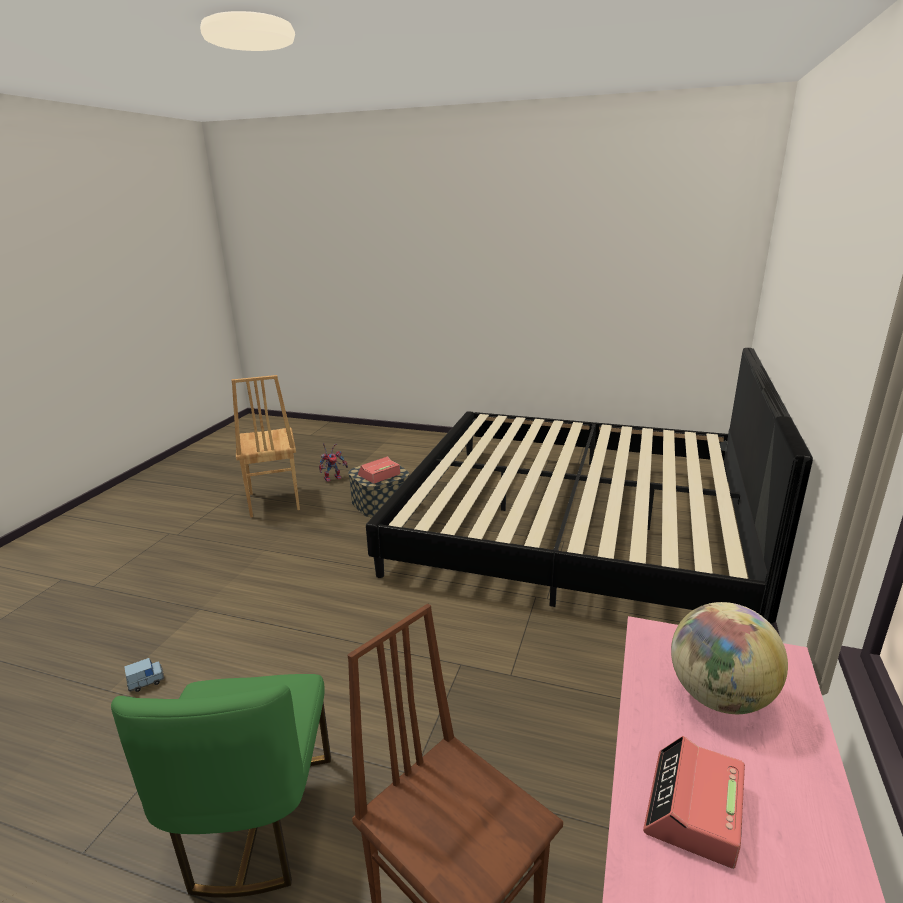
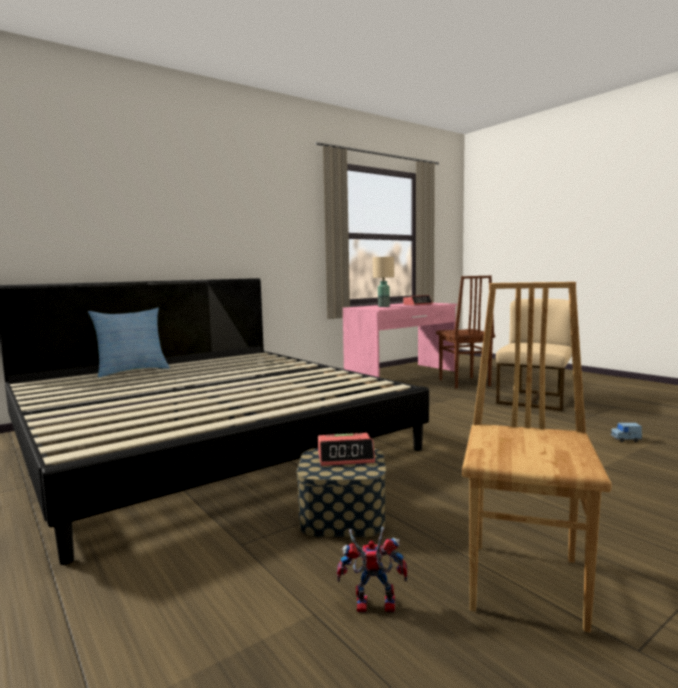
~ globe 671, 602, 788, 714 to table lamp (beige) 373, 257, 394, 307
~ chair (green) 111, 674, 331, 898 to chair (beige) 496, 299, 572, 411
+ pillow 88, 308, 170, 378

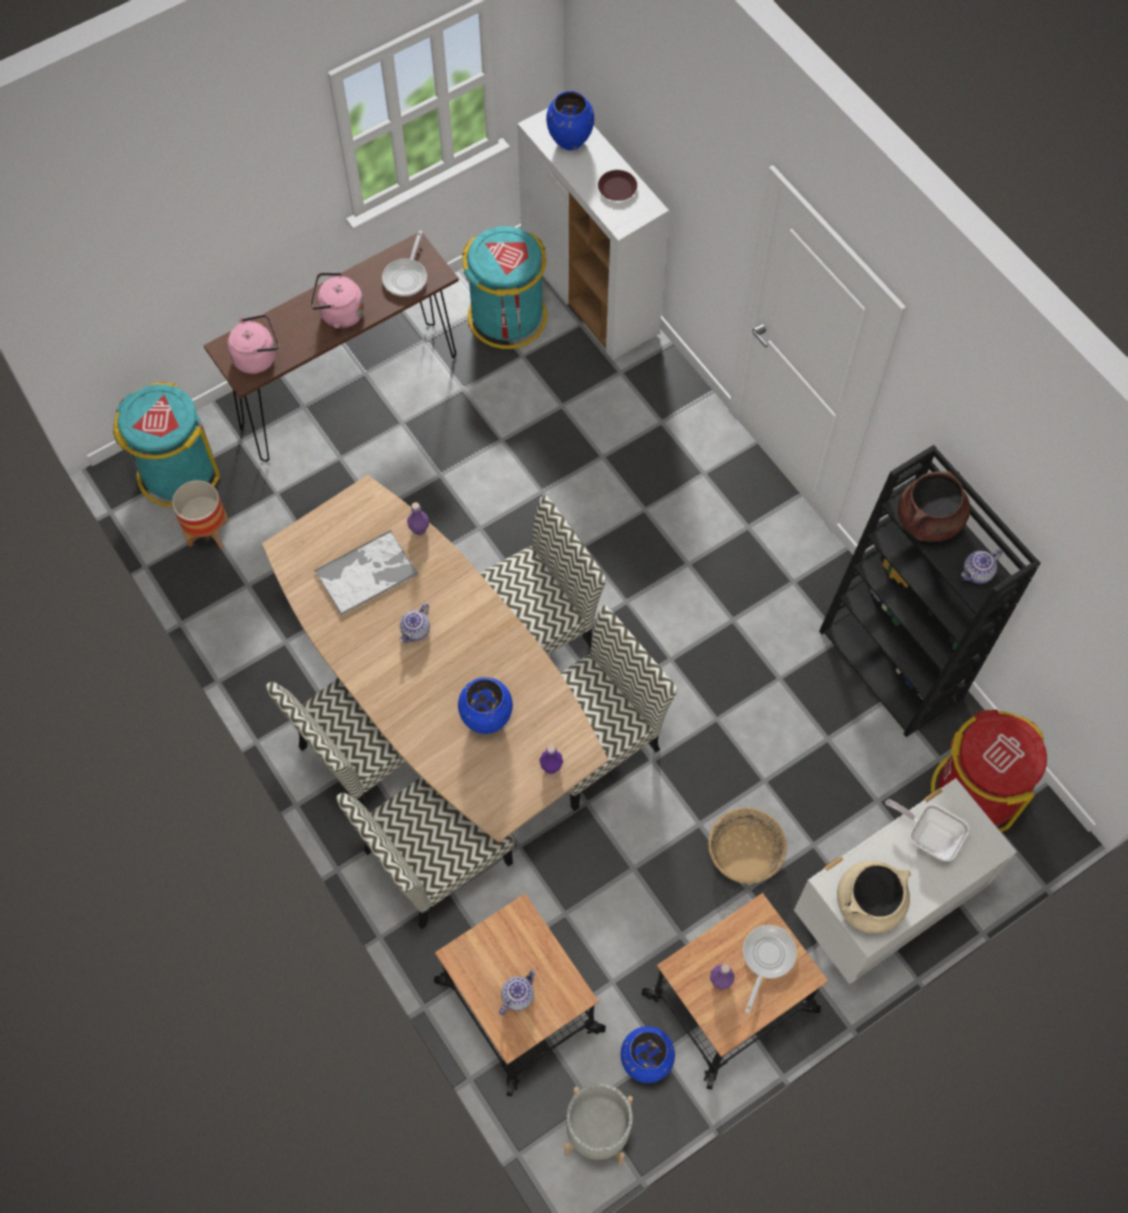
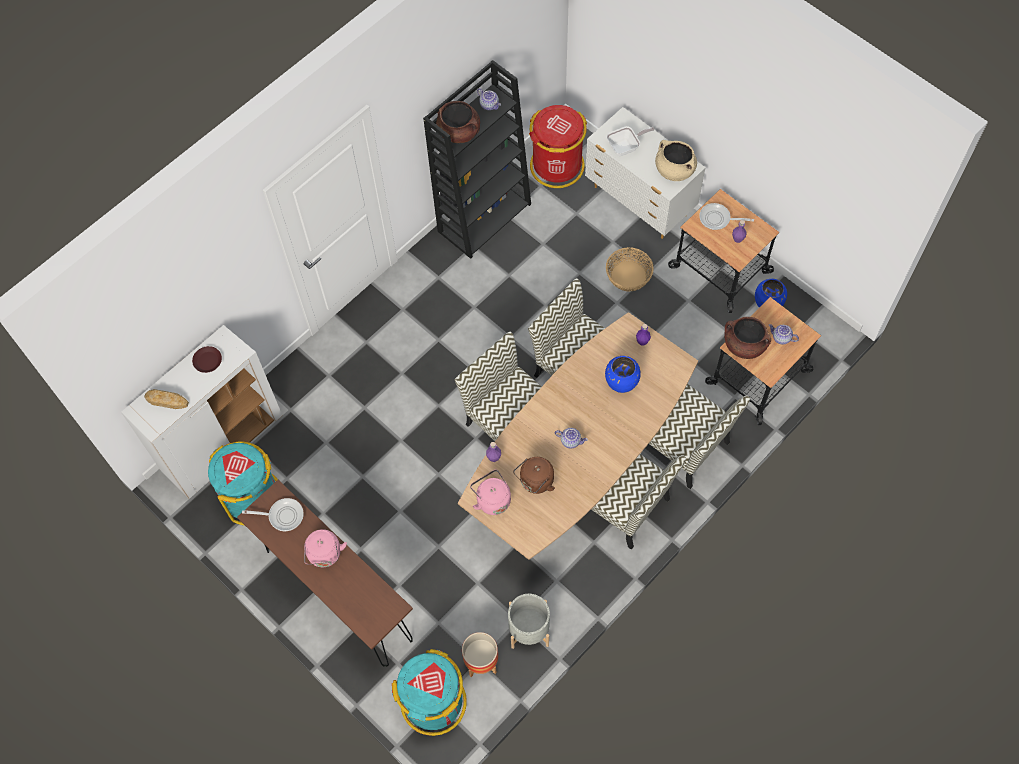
~ vase (blue) 546, 91, 594, 150 to bread 144, 389, 189, 409
~ kettle (pink) 227, 314, 279, 374 to 470, 470, 511, 515
~ tray 314, 530, 418, 616 to kettle (brown) 513, 457, 555, 494
~ frying pan 885, 799, 969, 861 = 607, 126, 655, 156 135 degrees counterclockwise
~ planter (grey) 565, 1083, 633, 1165 to 508, 594, 550, 649
+ cooking pot (brown) 724, 317, 771, 359

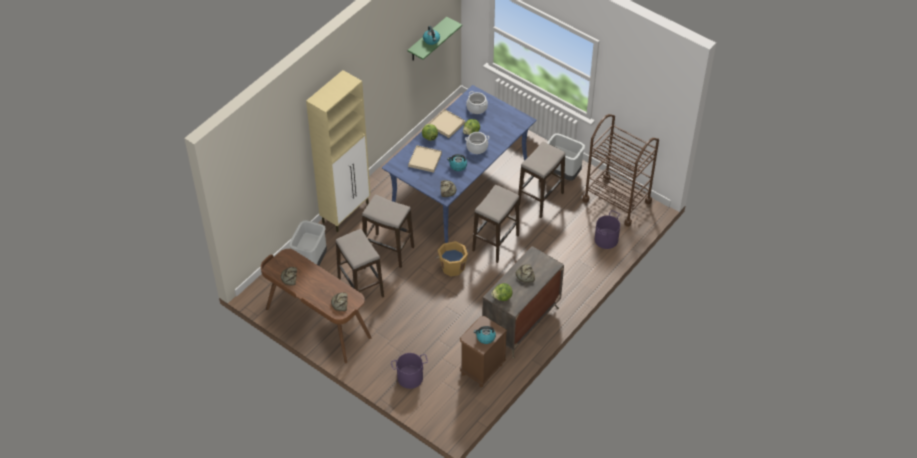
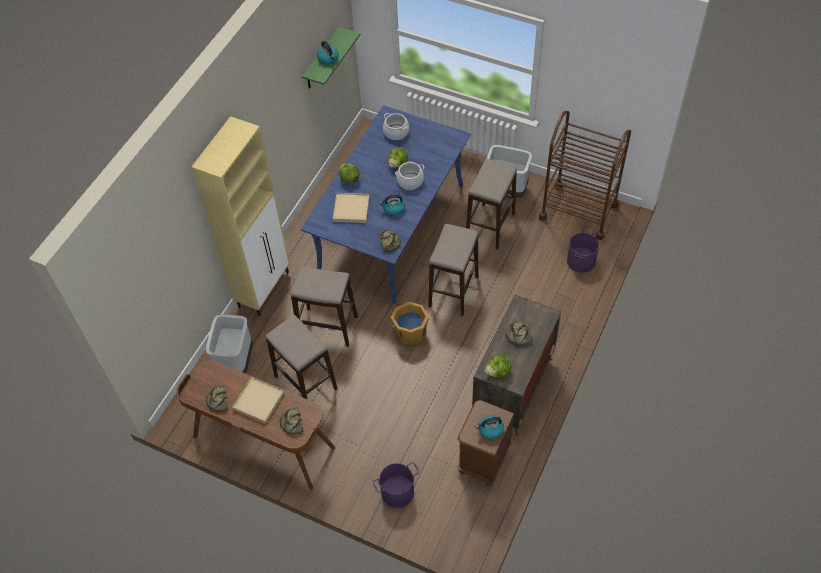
~ tray (beige) 429, 109, 465, 138 to 232, 377, 284, 424

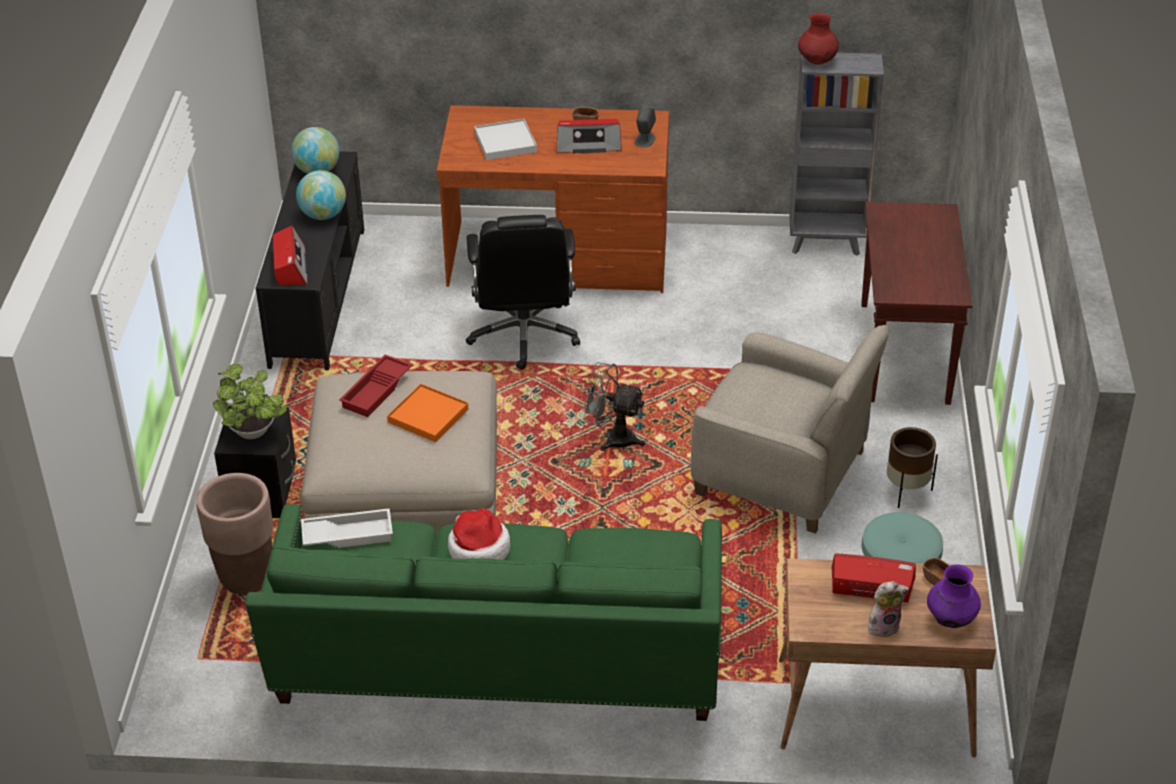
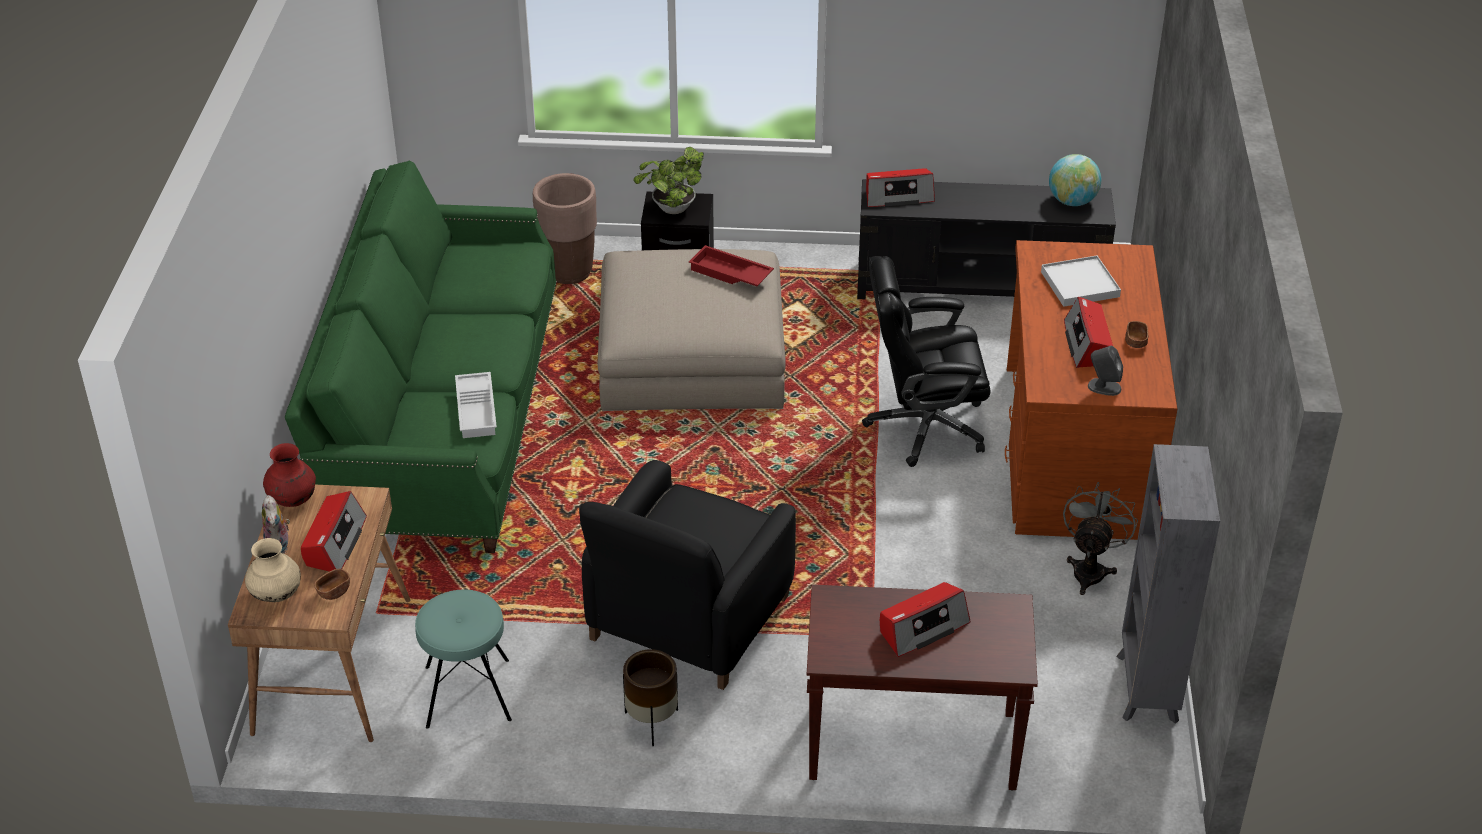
~ vase (red) 798, 13, 839, 65 to 263, 443, 316, 507
- globe 296, 170, 346, 220
~ armchair (beige) 691, 325, 889, 533 to armchair (black) 579, 460, 796, 690
~ fan (grey) 581, 362, 645, 451 to 1063, 482, 1138, 595
- tray (orange) 387, 384, 468, 442
~ tray (white) 301, 508, 393, 548 to 455, 372, 497, 438
- hat 448, 509, 510, 560
~ vase (purple) 927, 564, 981, 628 to vase (beige) 245, 538, 301, 602
+ radio 880, 582, 971, 657

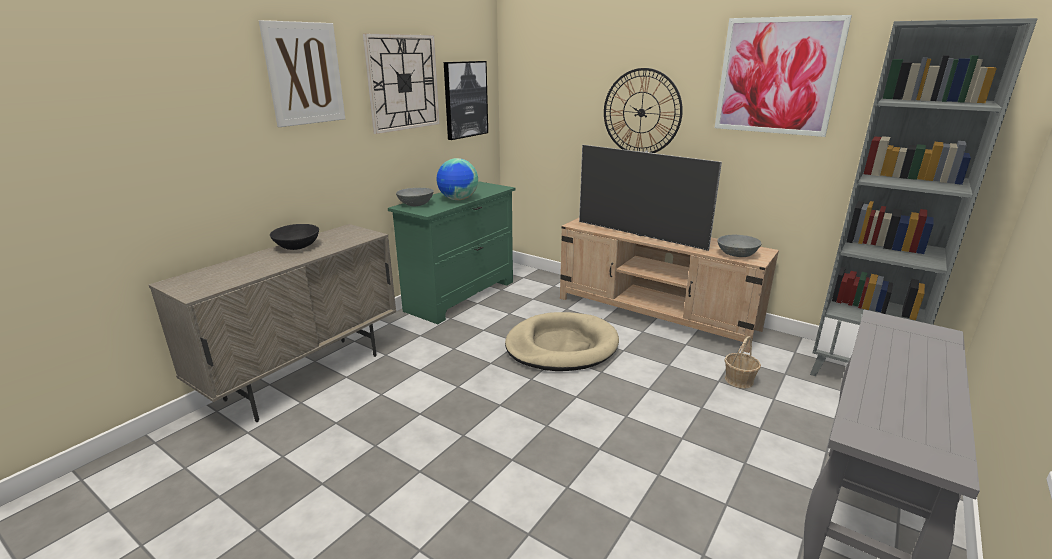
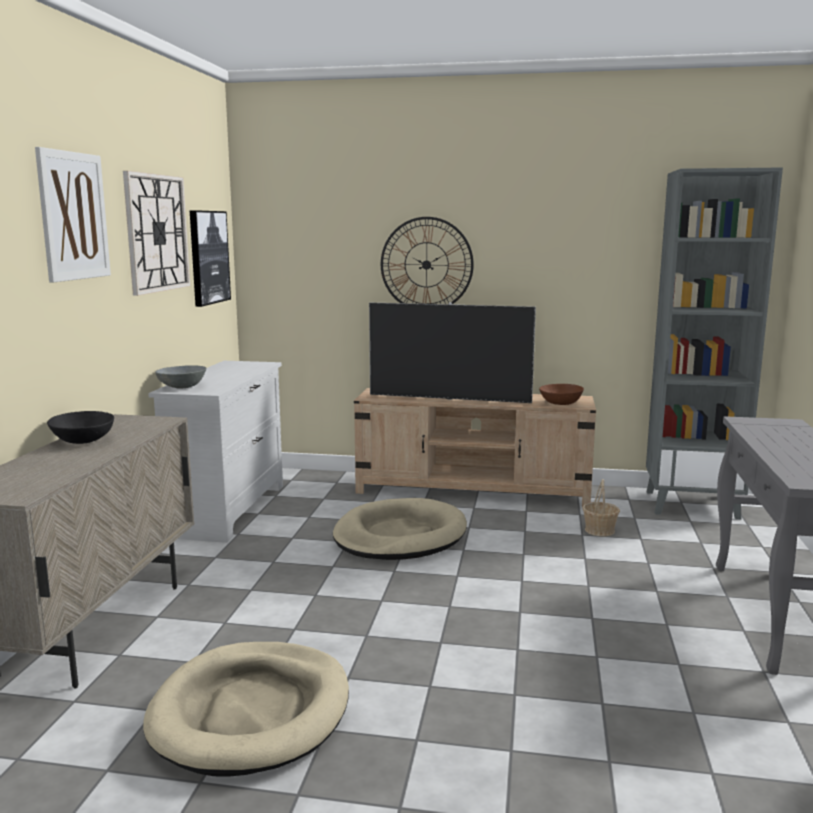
- picture 715, 15, 852, 137
- globe 437, 158, 478, 200
~ dresser (green) 388, 181, 515, 324 to dresser (white) 148, 361, 283, 543
~ bowl (grey) 717, 235, 762, 257 to bowl (brown) 539, 384, 584, 405
+ dog bed (beige) 143, 642, 349, 777

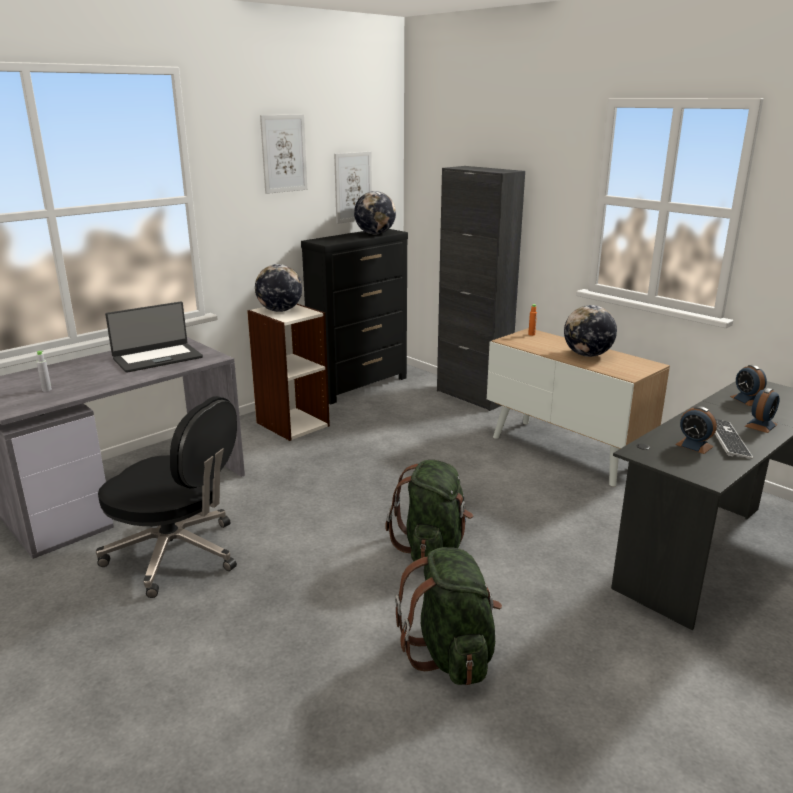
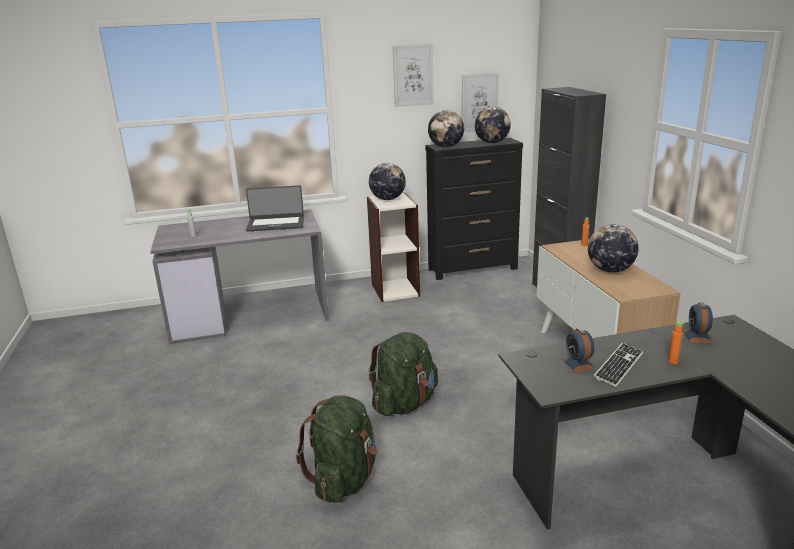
~ alarm clock 745, 388, 780, 433 to bottle (orange) 668, 321, 683, 364
- office chair (black) 96, 396, 237, 598
+ globe 428, 110, 464, 148

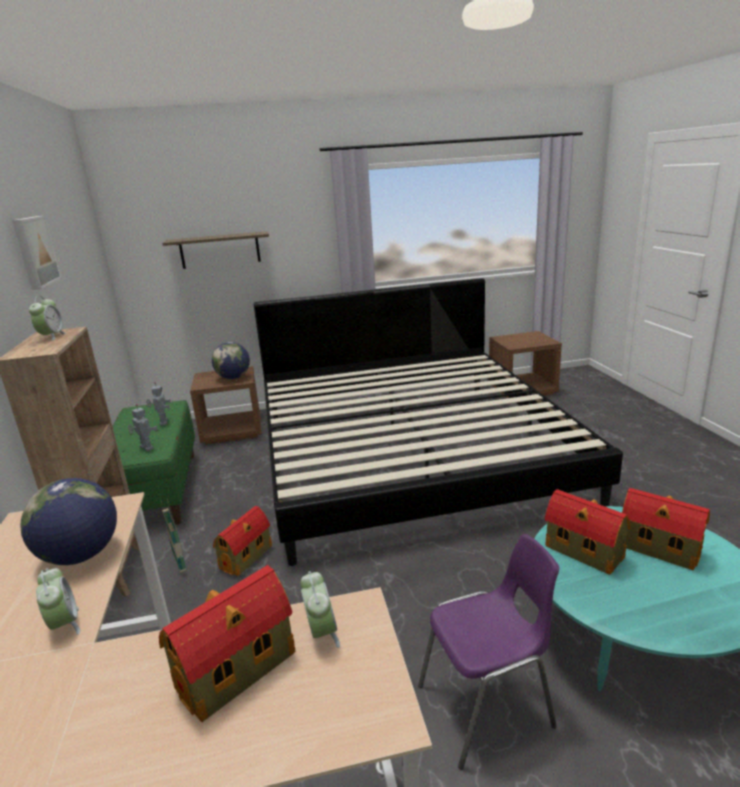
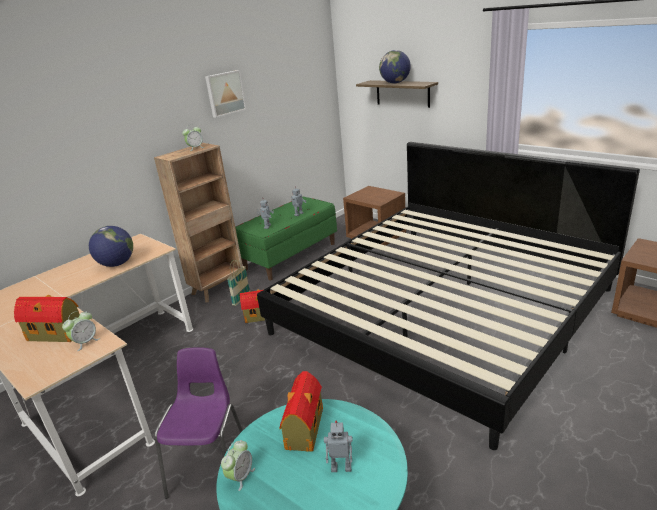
~ globe 212, 342, 250, 379 to 379, 50, 411, 83
~ toy house 622, 488, 710, 570 to toy robot 324, 420, 353, 472
~ chair (purple) 418, 534, 559, 770 = 155, 347, 243, 499 120 degrees counterclockwise
~ alarm clock 36, 568, 80, 635 to 221, 440, 255, 491

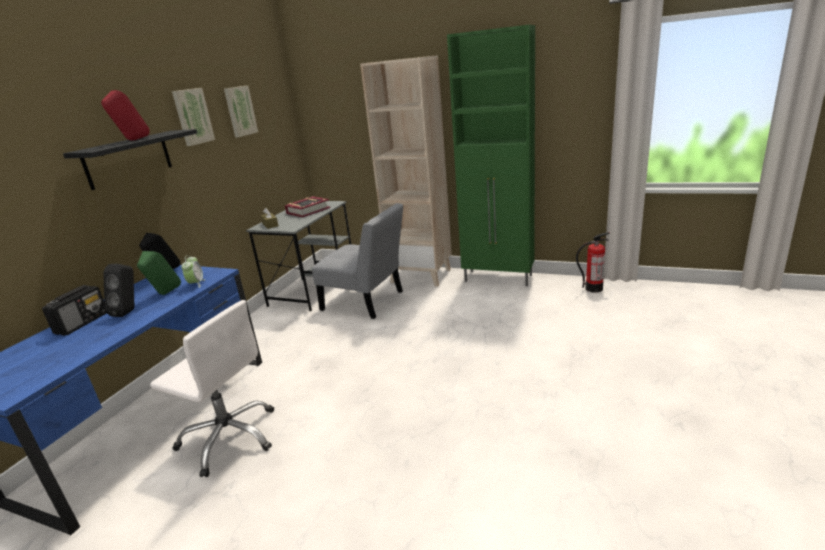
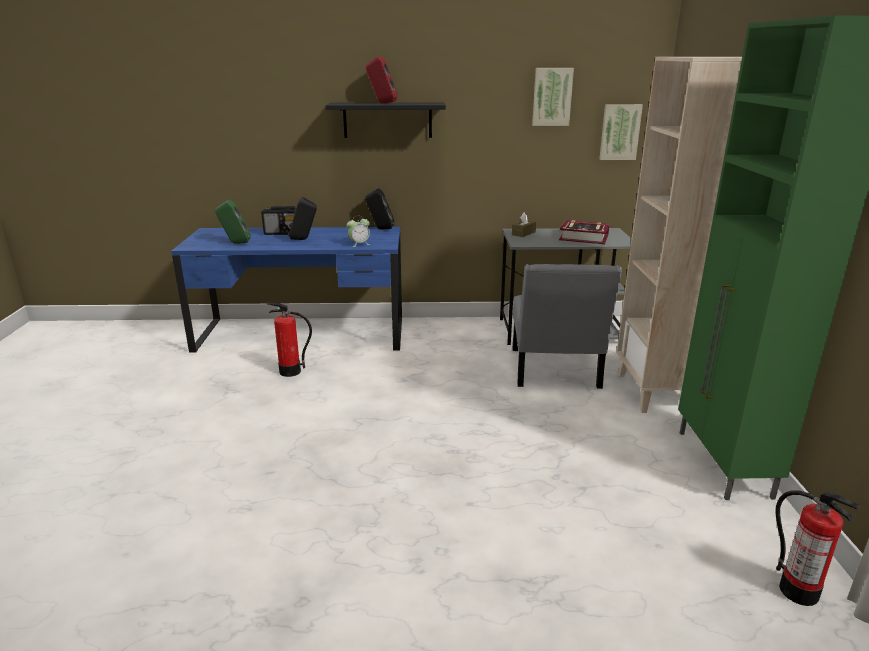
~ picture 172, 88, 215, 146 to 599, 104, 643, 160
~ speaker (green) 137, 251, 181, 295 to 215, 200, 251, 244
~ office chair (white) 150, 300, 274, 477 to fire extinguisher 267, 302, 312, 377

